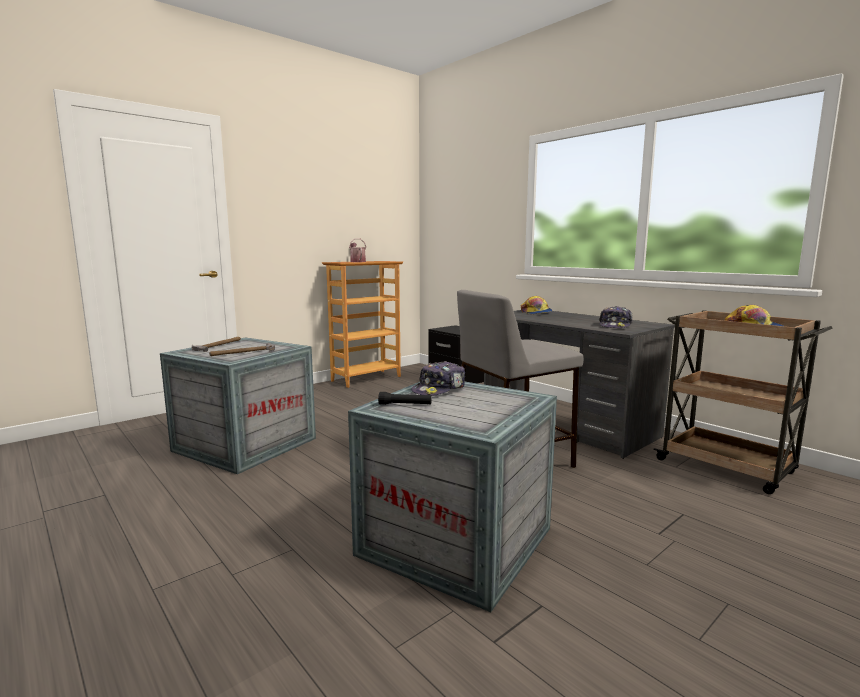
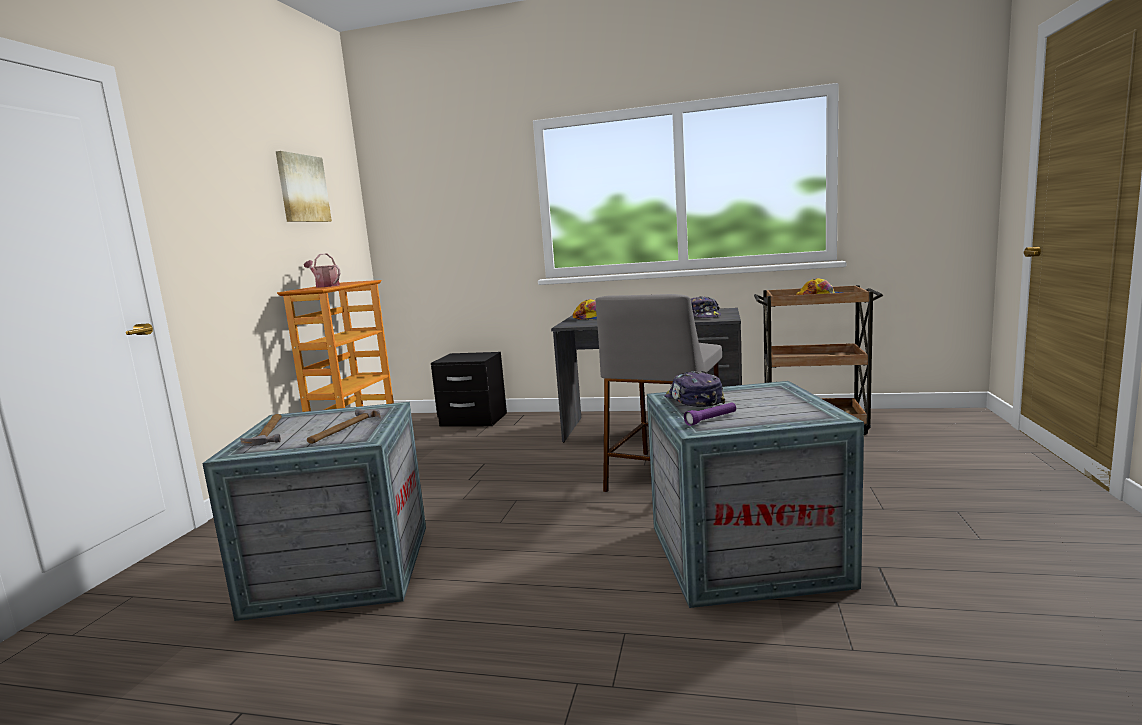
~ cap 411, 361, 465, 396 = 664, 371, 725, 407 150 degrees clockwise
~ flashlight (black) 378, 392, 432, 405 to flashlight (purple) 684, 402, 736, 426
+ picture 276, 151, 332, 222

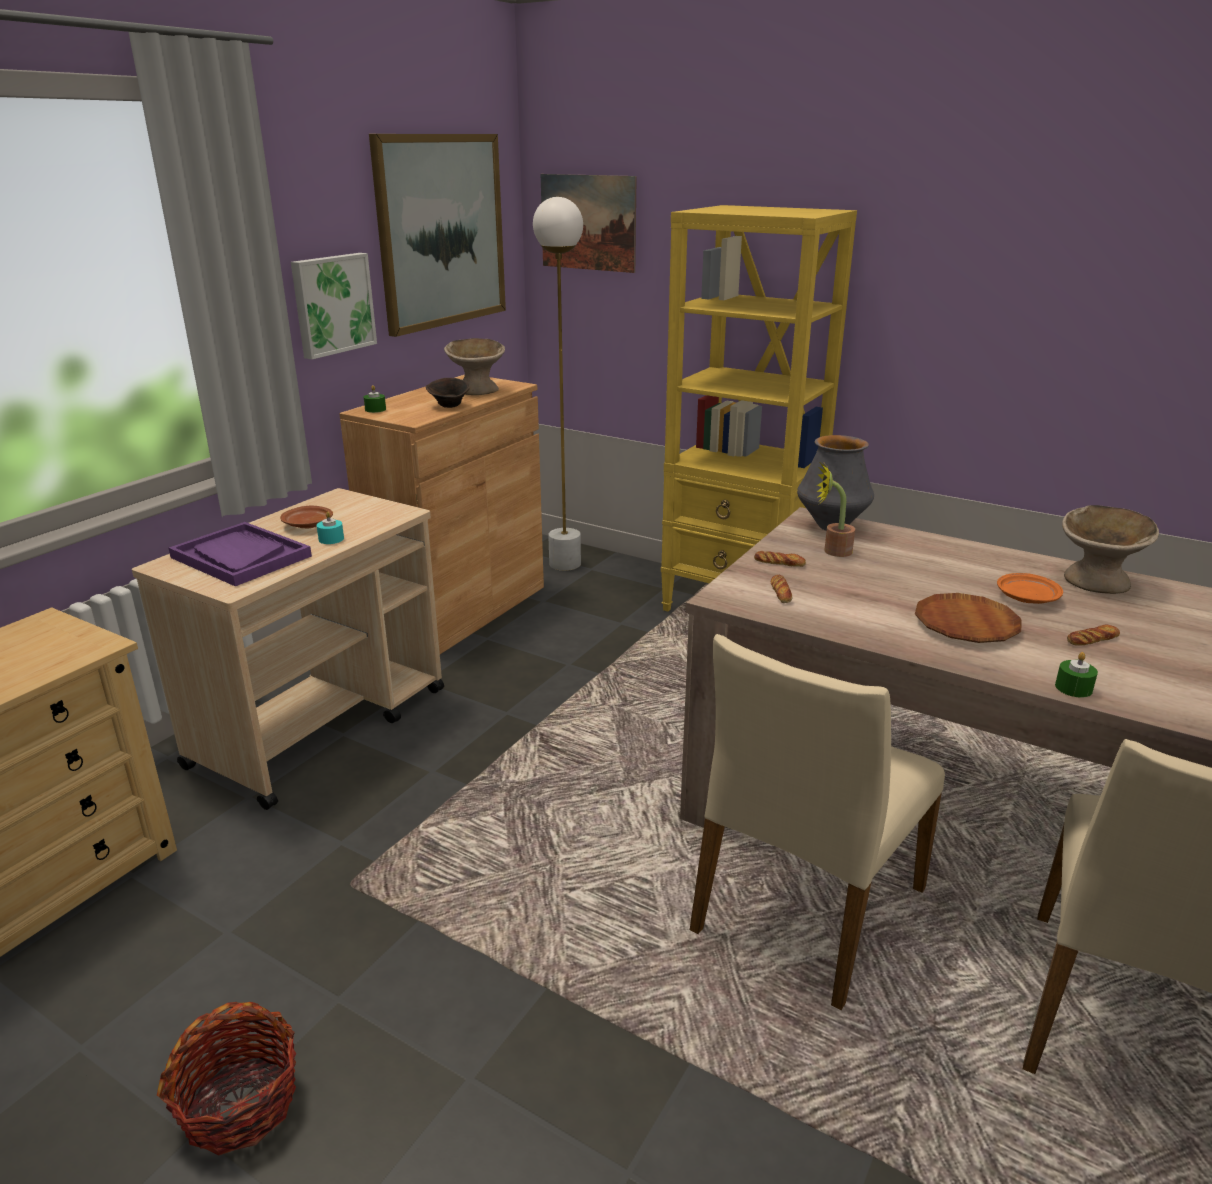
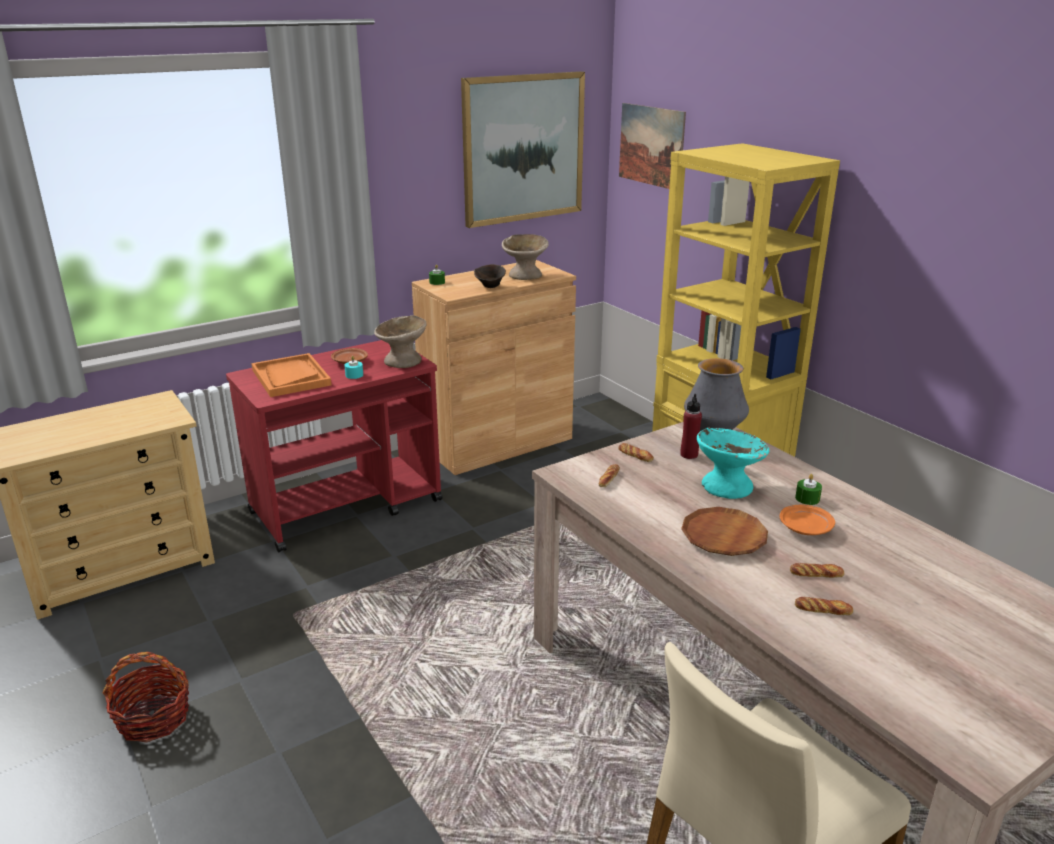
- floor lamp (white) 533, 197, 583, 571
- picture 291, 253, 377, 359
~ potted plant 817, 461, 855, 557 to bottle (red) 680, 394, 702, 459
~ cart (beige) 132, 488, 444, 810 to cart (red) 226, 340, 442, 553
~ bowl (beige) 1062, 505, 1159, 594 to 374, 315, 427, 368
~ tray (purple) 169, 522, 312, 586 to tray (orange) 251, 353, 332, 397
- chair (beige) 690, 634, 945, 1010
~ candle (green) 1055, 652, 1098, 698 to 795, 474, 822, 505
+ bowl (turquoise) 697, 428, 769, 499
+ bread 795, 597, 853, 615

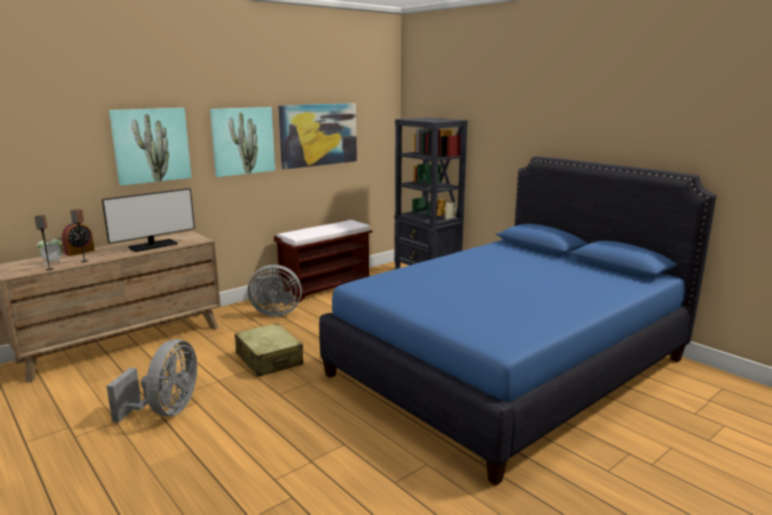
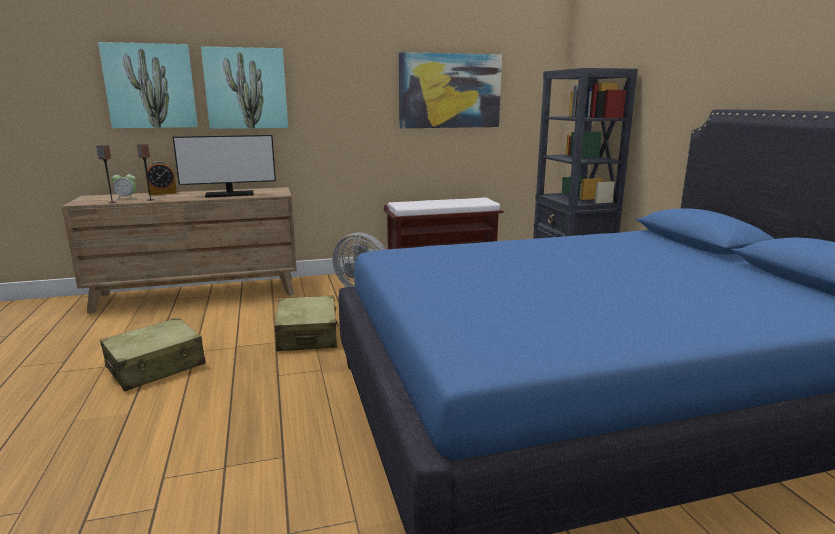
~ picture 210, 107, 275, 177 to 98, 42, 198, 128
~ fan (grey) 107, 339, 197, 423 to suitcase (beige) 100, 317, 206, 391

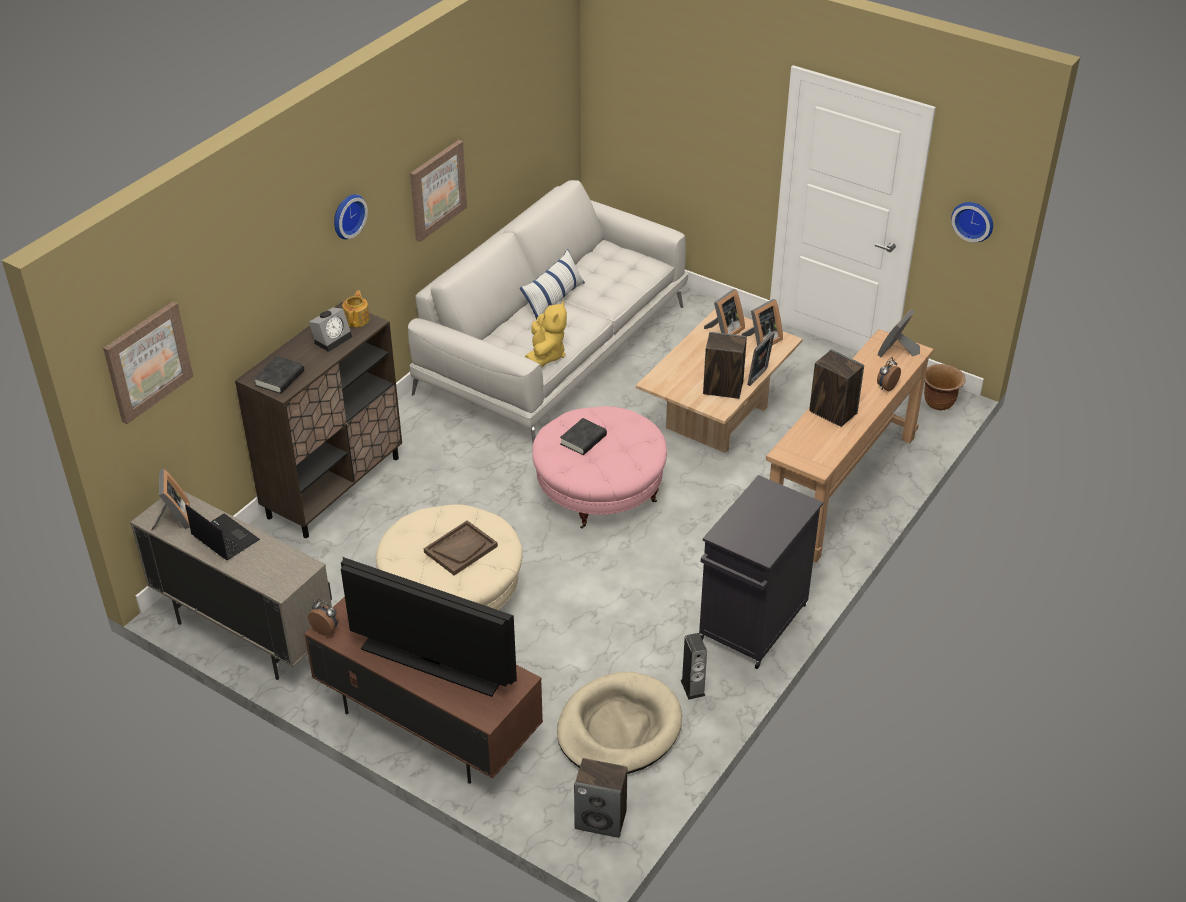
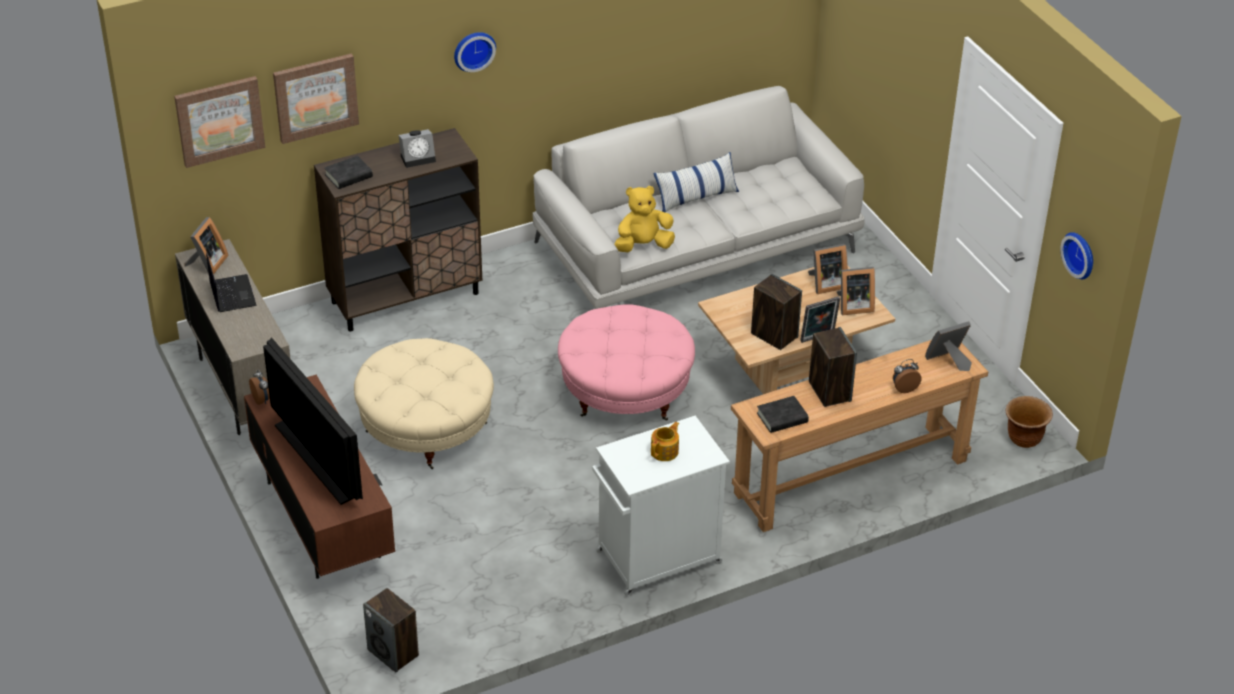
~ picture 410, 140, 467, 242 to 273, 53, 359, 144
~ teapot 342, 291, 370, 327 to 651, 422, 679, 461
~ plush toy (yellow) 525, 301, 567, 368 = 614, 186, 675, 252 150 degrees counterclockwise
~ book (black) 560, 418, 607, 455 to 757, 396, 809, 433
~ cabinet (black) 699, 475, 823, 669 to cabinet (white) 592, 416, 730, 596
- tray (brown) 424, 520, 498, 576
- speaker 681, 633, 707, 700
- dog bed (beige) 557, 672, 682, 774

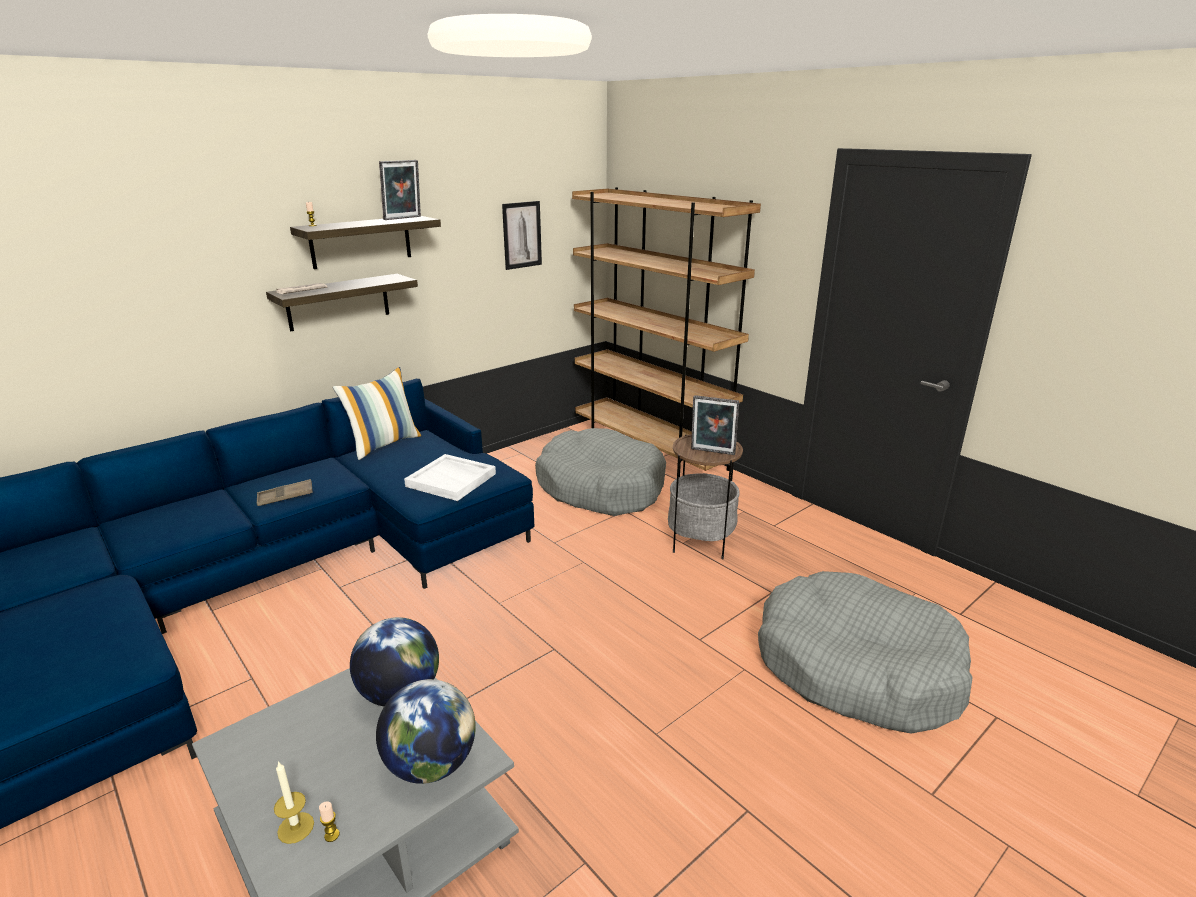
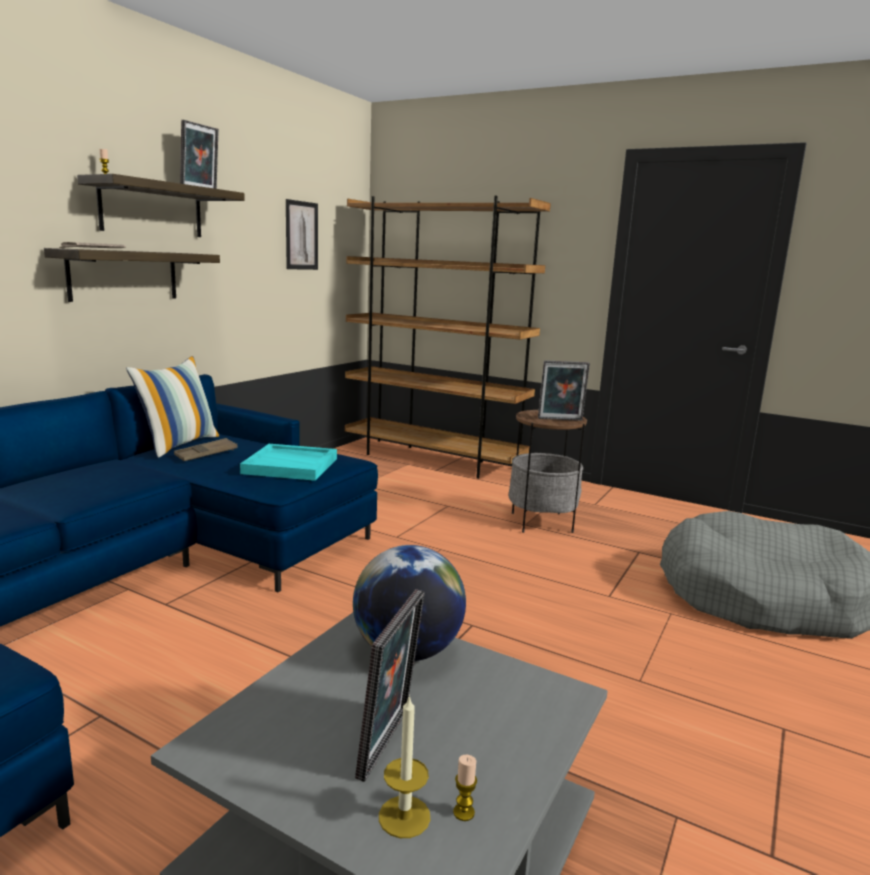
- dog bed (grey) 535, 428, 666, 516
~ tray (white) 404, 454, 496, 501 to tray (turquoise) 240, 444, 337, 481
~ tray (brown) 257, 479, 313, 506 to 174, 438, 238, 461
- globe 376, 679, 476, 784
+ picture frame 355, 589, 425, 782

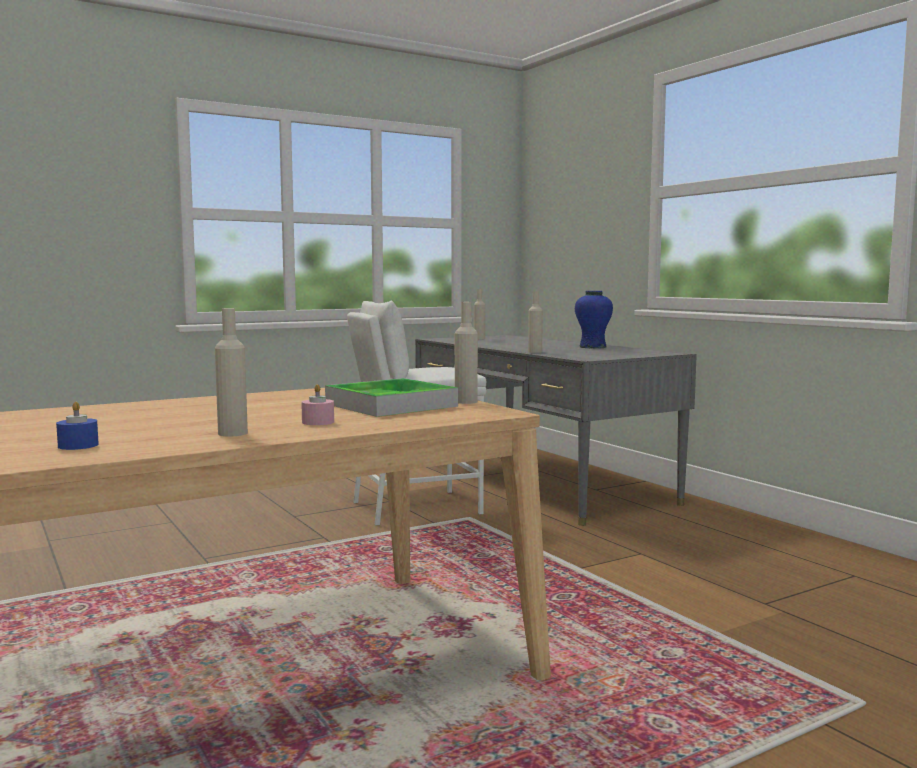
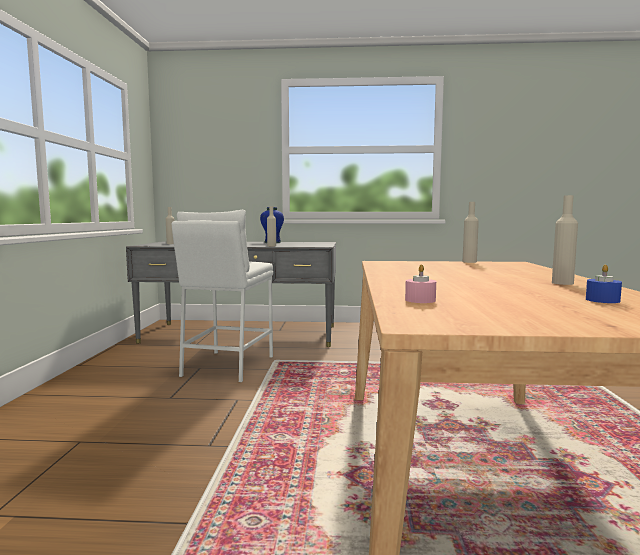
- tray 325, 378, 458, 417
~ candle (pink) 301, 384, 334, 425 to 405, 264, 436, 303

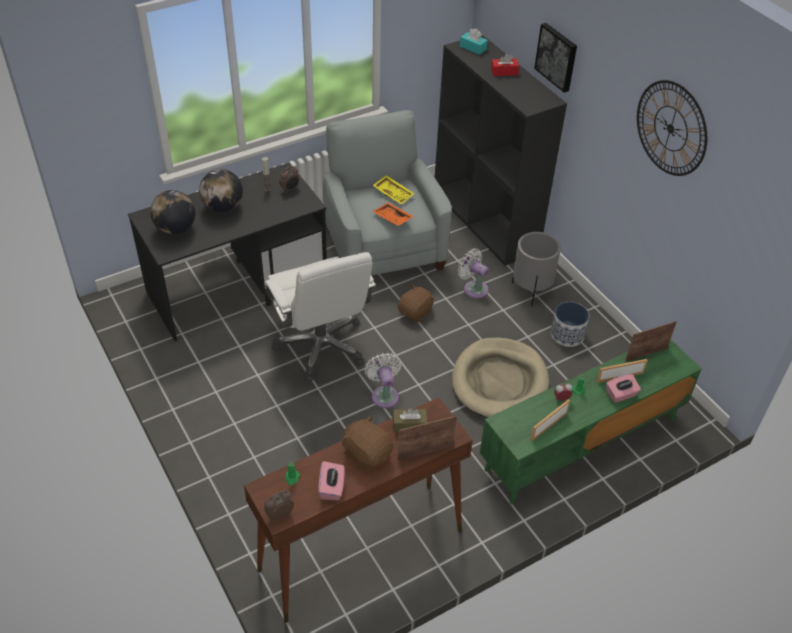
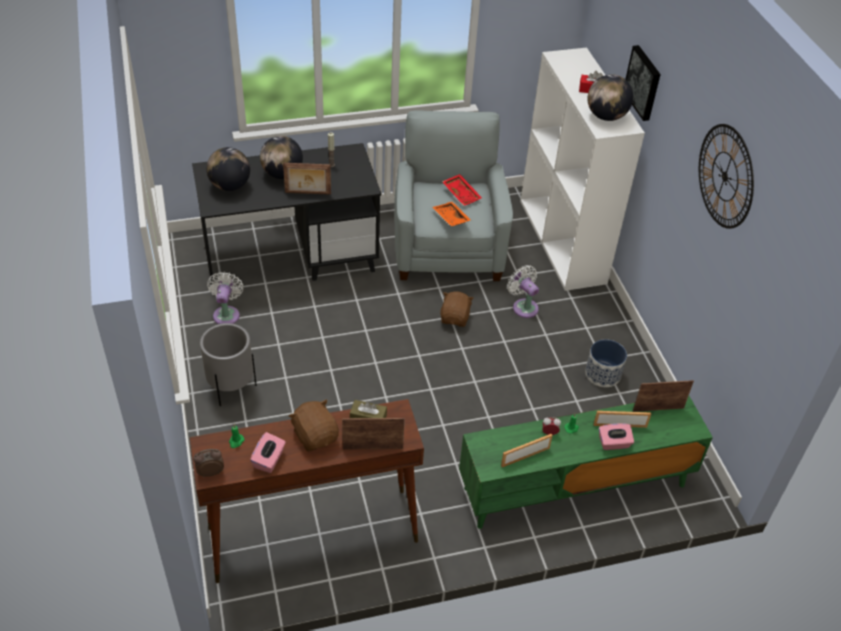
- tissue box (turquoise) 460, 29, 488, 55
~ bookcase (black) 435, 35, 567, 266 to bookcase (white) 520, 48, 645, 291
- alarm clock 279, 166, 299, 193
~ tray (yellow) 373, 175, 414, 204 to tray (red) 442, 174, 482, 206
~ planter (grey) 512, 232, 561, 307 to 200, 323, 257, 406
- office chair (white) 265, 252, 376, 382
~ plush toy (brown) 398, 284, 435, 322 = 440, 291, 474, 327 45 degrees counterclockwise
- dog bed (beige) 452, 337, 549, 418
~ fan (white) 365, 353, 401, 408 to 207, 272, 243, 324
+ globe 587, 74, 633, 121
+ picture frame 283, 163, 331, 195

